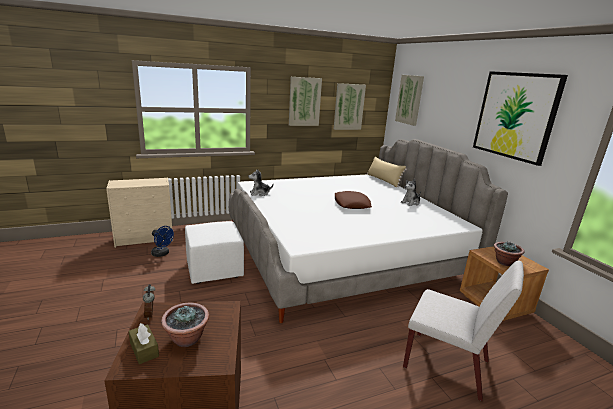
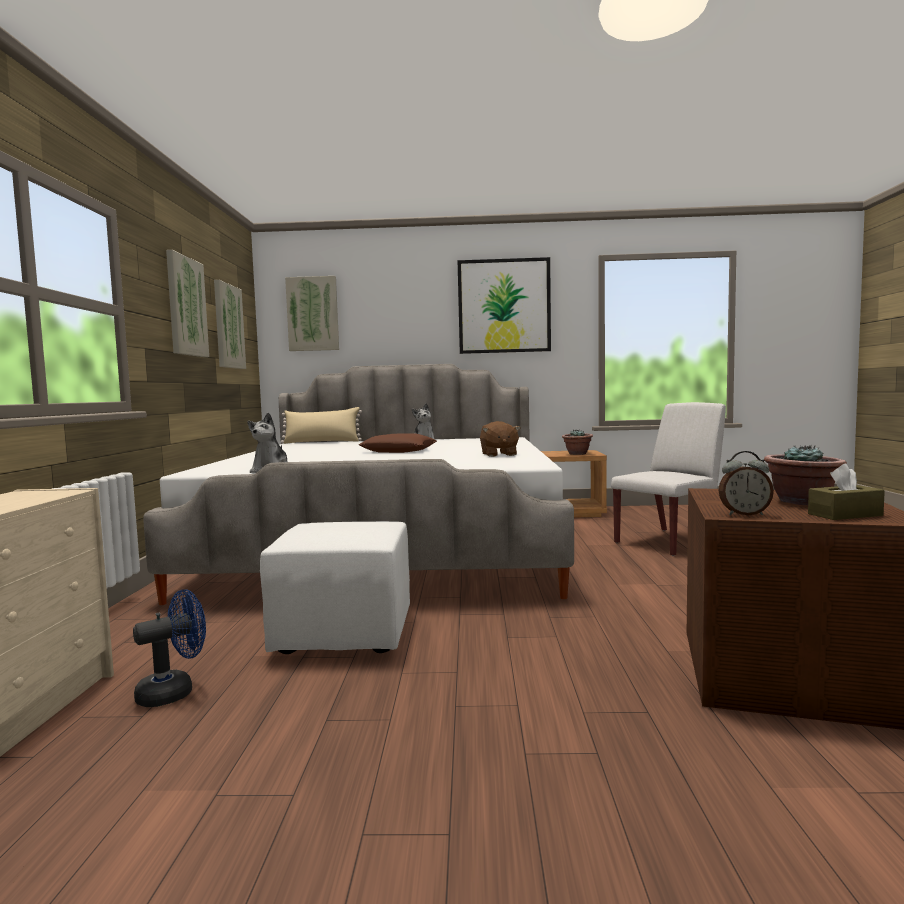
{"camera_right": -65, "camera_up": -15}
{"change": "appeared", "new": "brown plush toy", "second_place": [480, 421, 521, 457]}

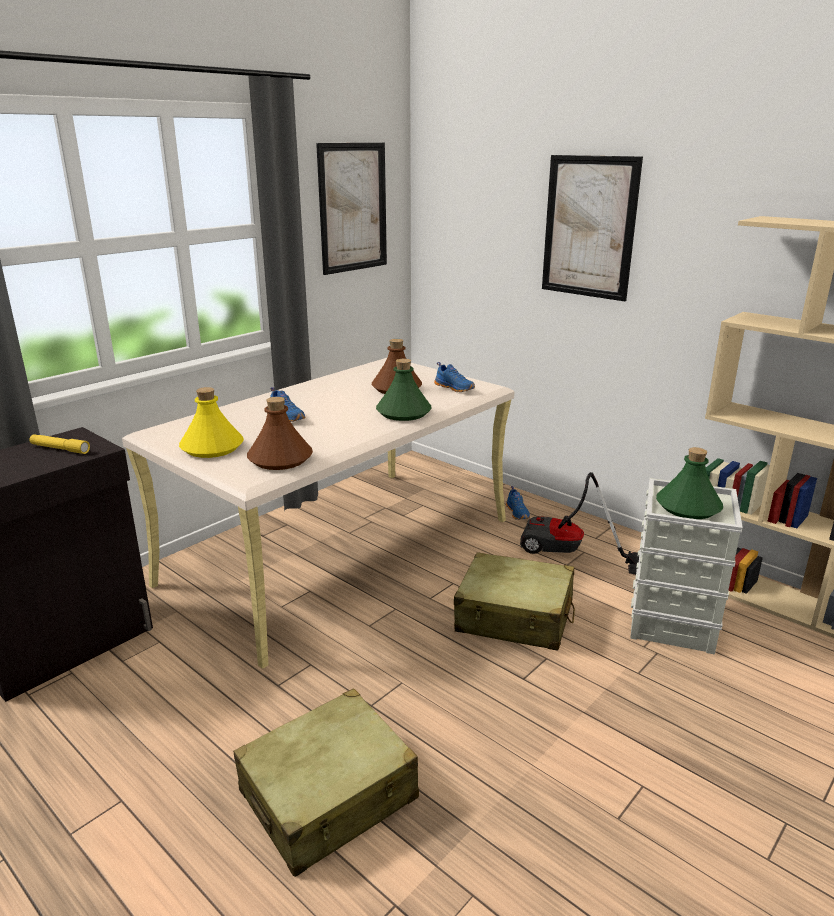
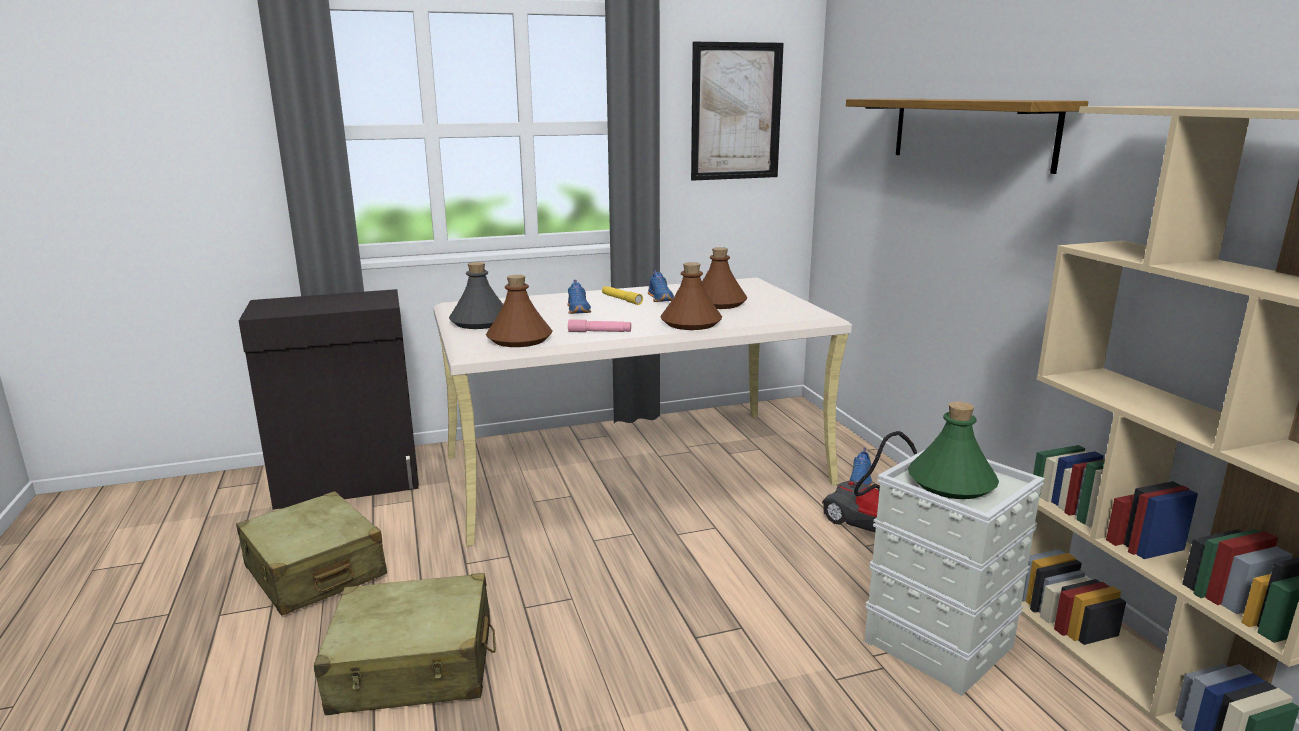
{"camera_right": 30, "camera_up": -5}
{"change": "relocated", "old": "yellow flashlight", "first_place": [29, 434, 90, 454], "second_place": [602, 286, 643, 305]}
{"change": "colour", "old": "yellow bottle", "new": "grey bottle", "first_place": [179, 387, 244, 458], "second_place": [449, 262, 503, 329]}
{"change": "colour", "old": "green bottle", "new": "brown bottle", "first_place": [376, 359, 432, 421], "second_place": [660, 262, 722, 330]}
{"change": "relocated", "old": "blue shoe", "first_place": [434, 362, 475, 392], "second_place": [648, 270, 674, 302]}
{"change": "relocated", "old": "beige suitcase", "first_place": [454, 552, 575, 651], "second_place": [236, 491, 387, 615]}
{"change": "exchanged", "old": "picture", "new": "shelf", "first_place": [542, 155, 643, 301], "second_place": [846, 98, 1088, 174]}
{"change": "appeared", "new": "pink flashlight", "second_place": [568, 319, 631, 332]}

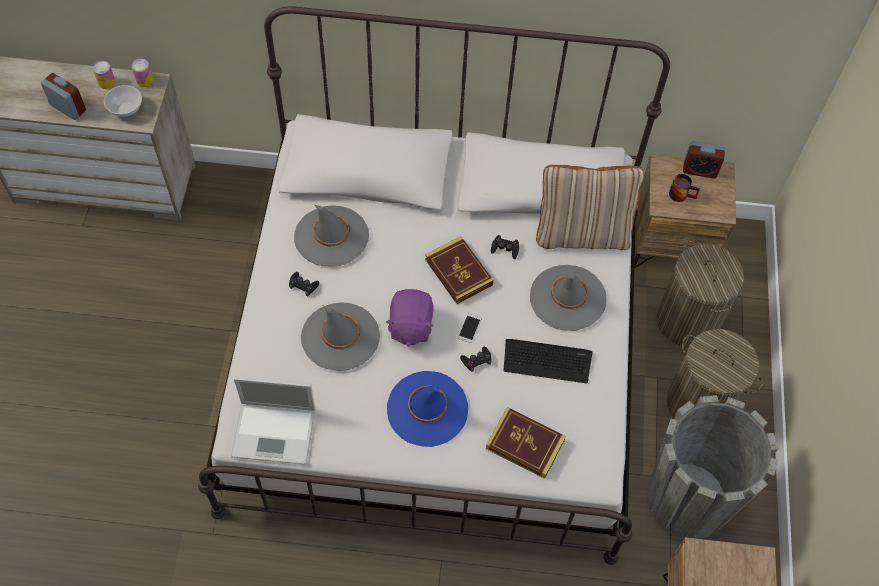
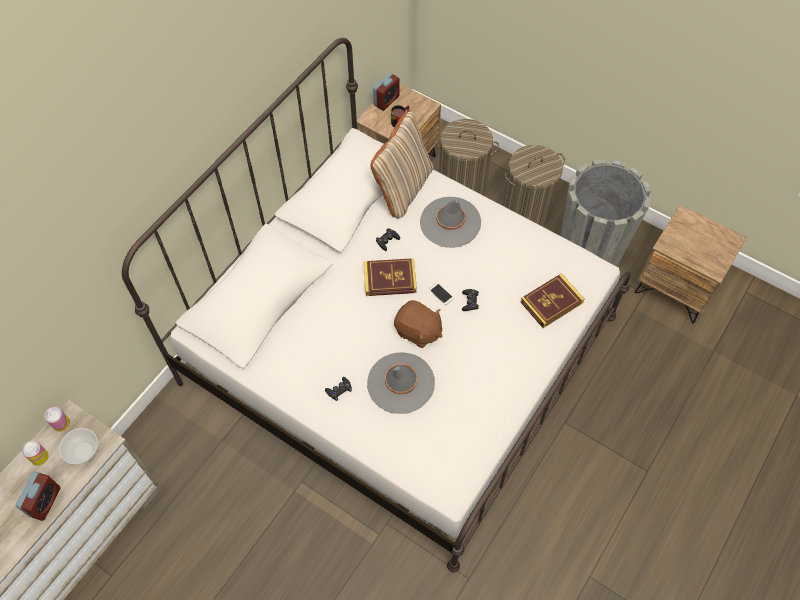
{"camera_right": -60, "camera_up": 0}
{"change": "spun", "old": "alarm clock", "first_place": [41, 73, 86, 120], "second_place": [16, 472, 60, 521], "degrees": 135}
{"change": "missing", "old": "laptop", "first_place": [231, 377, 315, 465]}
{"change": "missing", "old": "grey hat", "first_place": [294, 205, 369, 267]}
{"change": "colour", "old": "purple plush toy", "new": "brown plush toy", "first_place": [386, 289, 434, 347], "second_place": [394, 300, 442, 348]}
{"change": "missing", "old": "blue hat", "first_place": [387, 371, 468, 447]}
{"change": "missing", "old": "keyboard", "first_place": [503, 339, 593, 384]}

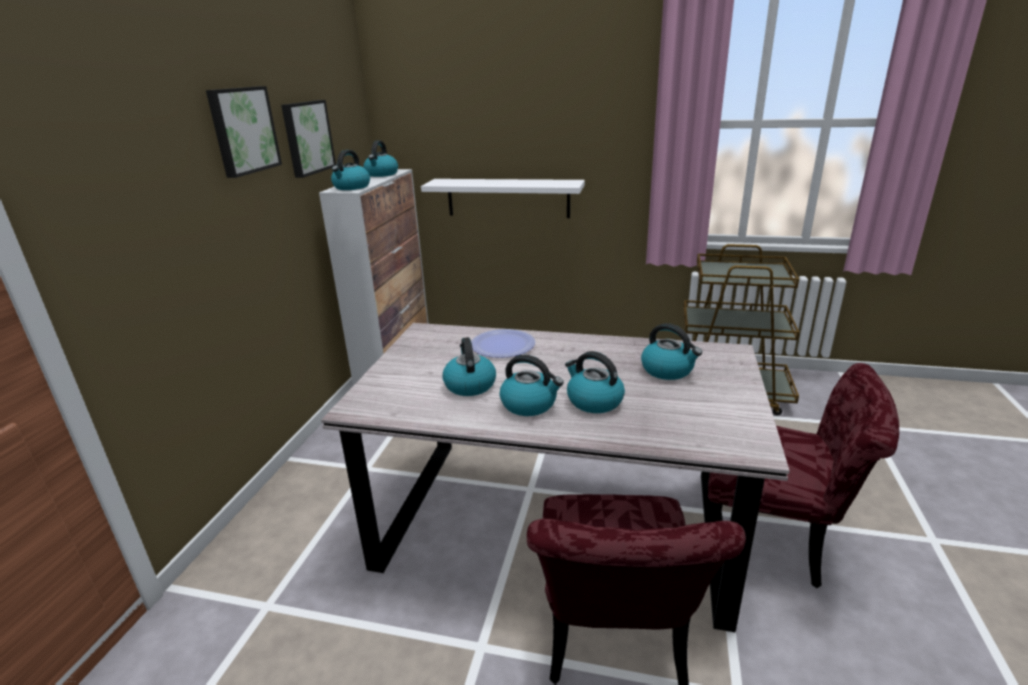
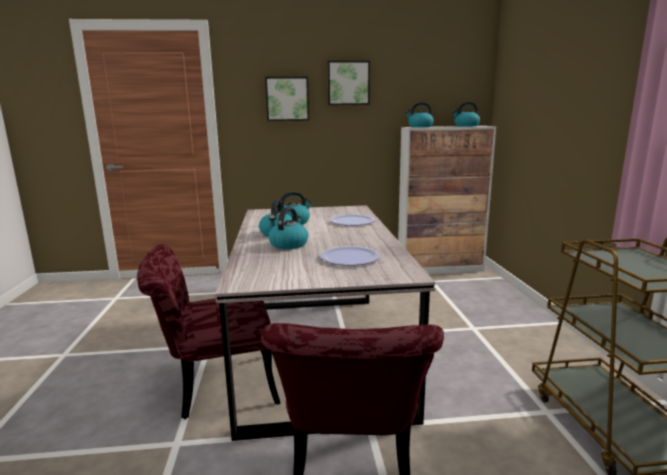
{"camera_right": 70, "camera_up": -10}
{"change": "relocated", "old": "picture", "first_place": [281, 100, 336, 178], "second_place": [265, 77, 309, 121]}
{"change": "missing", "old": "white shelf", "first_place": [421, 179, 585, 218]}
{"change": "exchanged", "old": "kettle", "new": "plate", "first_place": [641, 323, 702, 380], "second_place": [320, 246, 381, 266]}

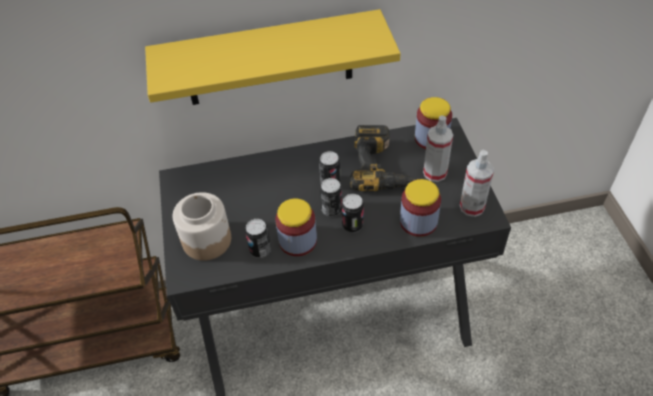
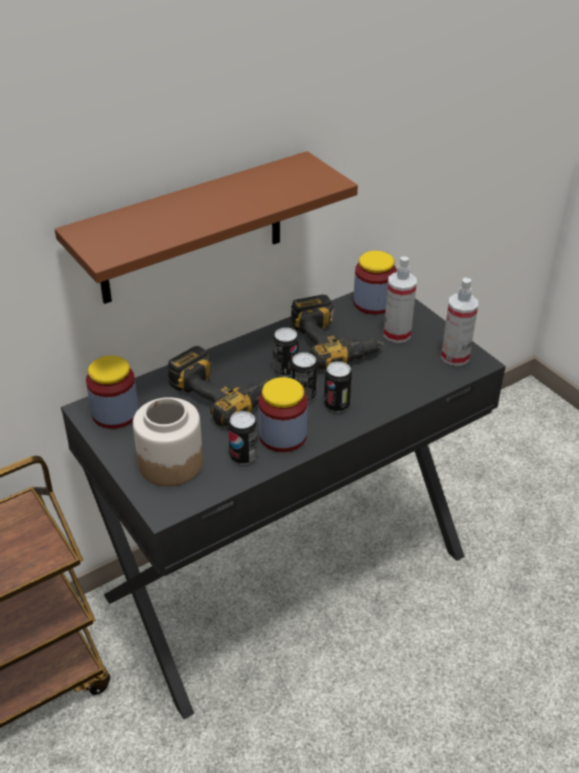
{"camera_right": -25, "camera_up": -10}
{"change": "colour", "old": "yellow shelf", "new": "brown shelf", "first_place": [145, 9, 401, 105], "second_place": [55, 151, 358, 304]}
{"change": "relocated", "old": "jar", "first_place": [400, 179, 441, 237], "second_place": [86, 356, 139, 429]}
{"change": "appeared", "new": "power drill", "second_place": [167, 346, 272, 427]}

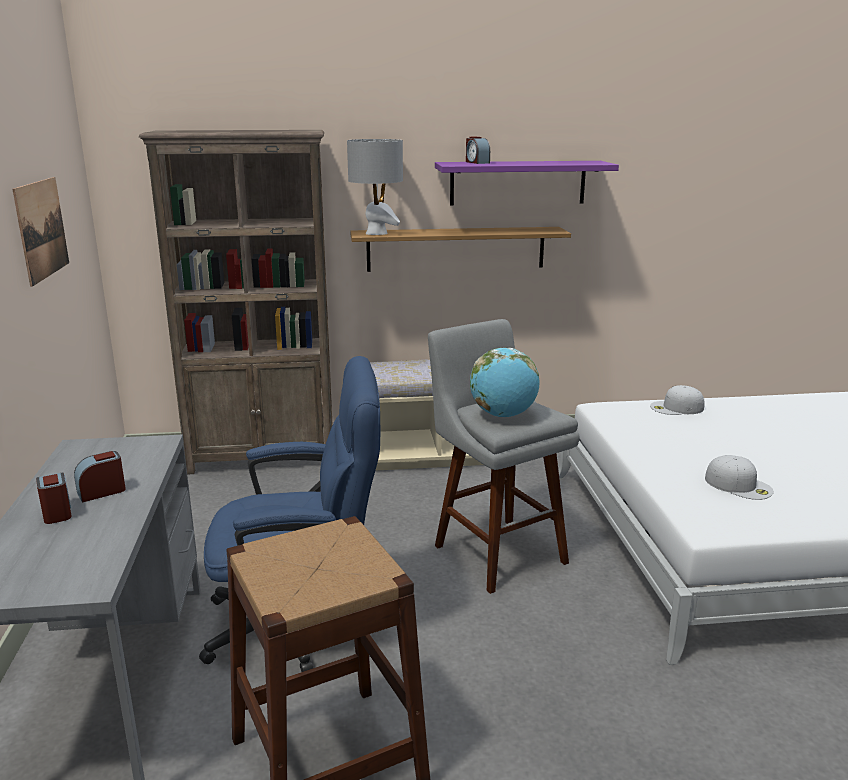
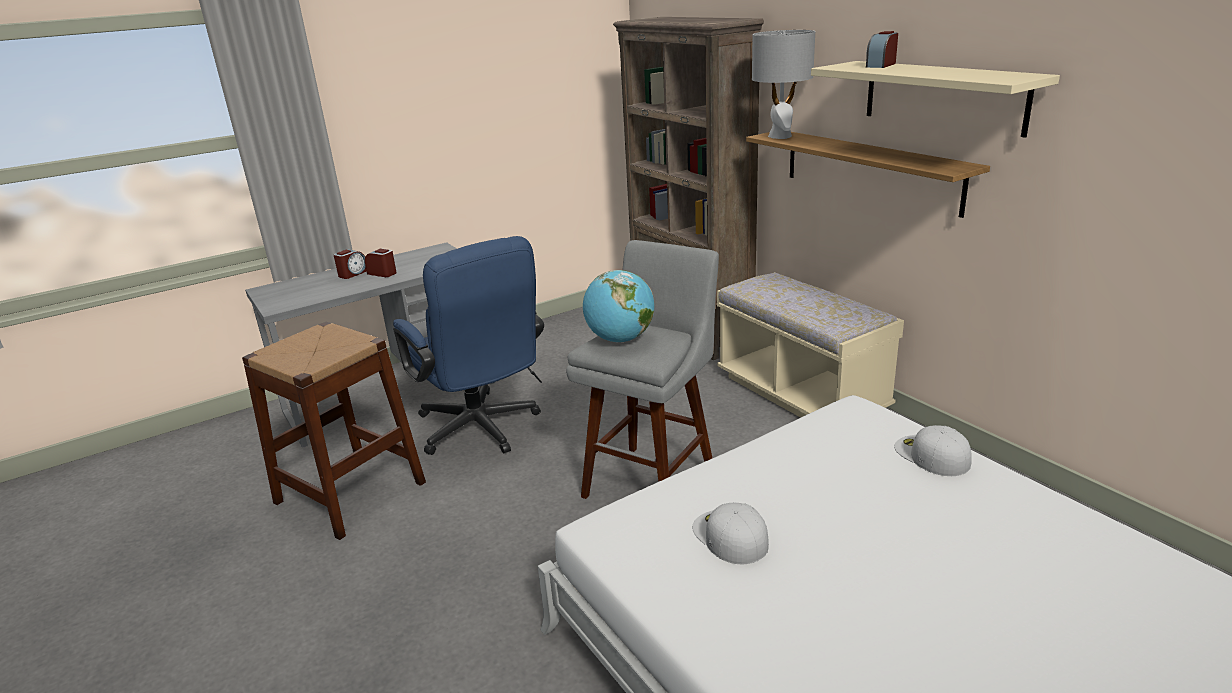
{"camera_right": 65, "camera_up": 5}
{"change": "missing", "old": "picture", "first_place": [12, 177, 69, 287]}
{"change": "colour", "old": "purple shelf", "new": "beige shelf", "first_place": [435, 161, 619, 205], "second_place": [811, 61, 1060, 138]}
{"change": "spun", "old": "white cap", "first_place": [705, 455, 774, 500], "second_place": [692, 502, 769, 564], "degrees": 135}

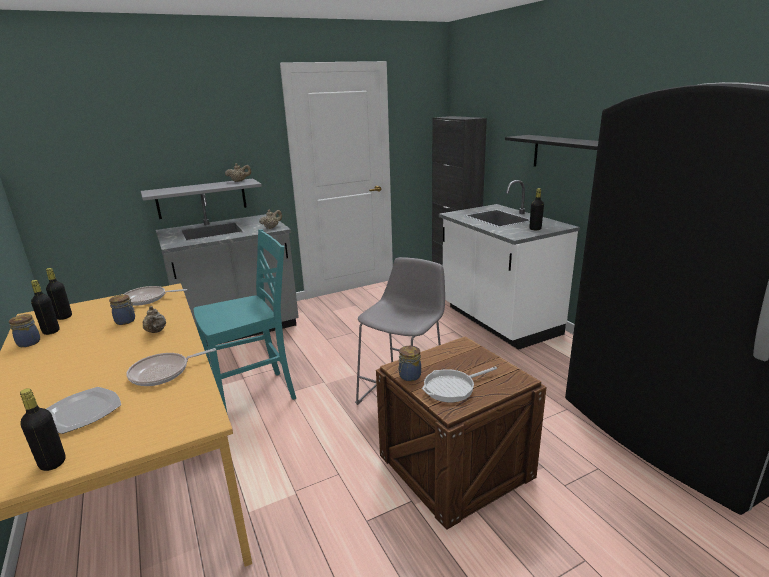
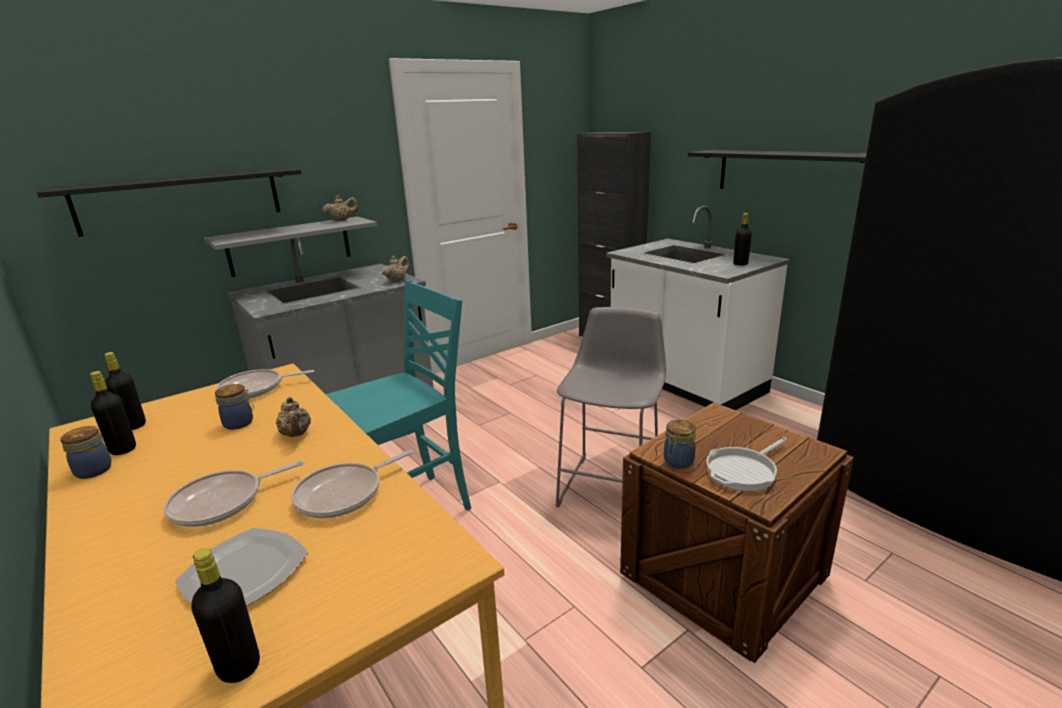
{"camera_right": -10, "camera_up": 0}
{"change": "appeared", "new": "black shelf", "second_place": [37, 168, 301, 237]}
{"change": "appeared", "new": "frying pan", "second_place": [164, 460, 304, 527]}

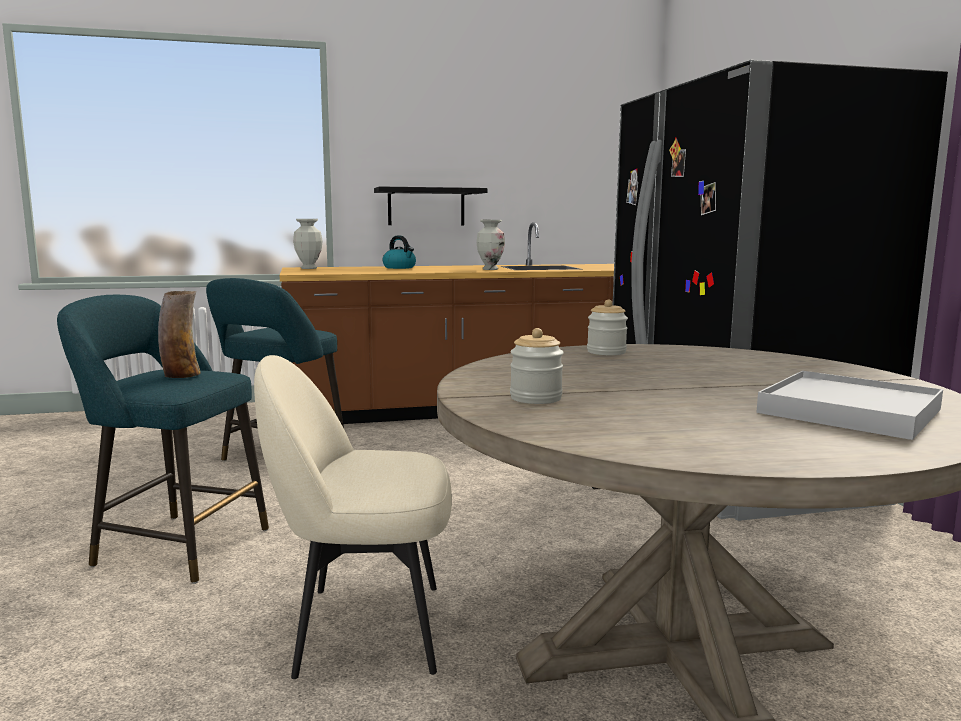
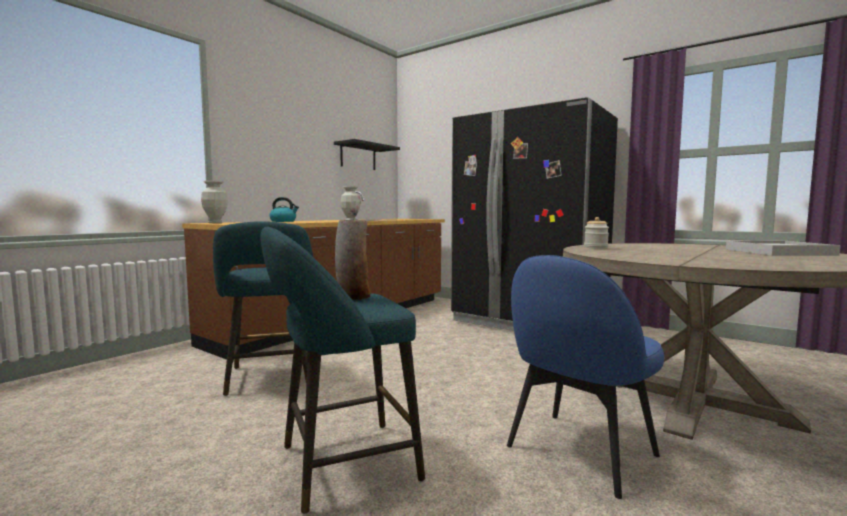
{"camera_right": -40, "camera_up": -5}
{"change": "colour", "old": "beige chair", "new": "blue chair", "first_place": [254, 355, 452, 679], "second_place": [507, 255, 664, 499]}
{"change": "relocated", "old": "black shelf", "first_place": [374, 186, 488, 225], "second_place": [334, 139, 400, 170]}
{"change": "missing", "old": "jar", "first_place": [510, 328, 564, 404]}

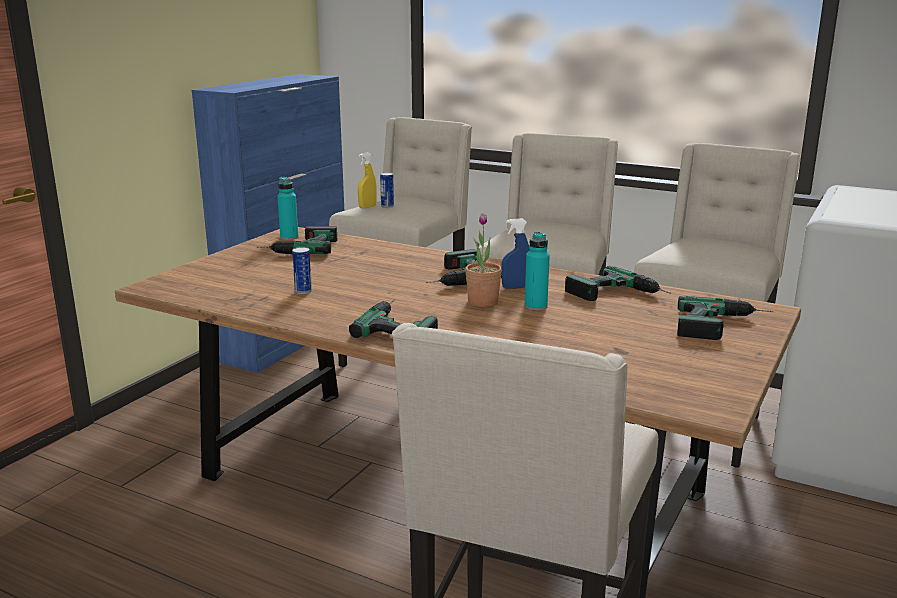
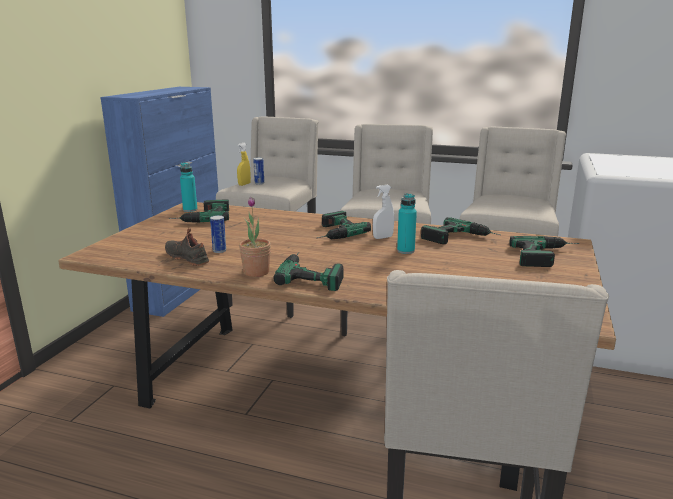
{"camera_right": -10, "camera_up": 0}
{"change": "relocated", "old": "potted plant", "first_place": [465, 213, 502, 307], "second_place": [239, 197, 271, 277]}
{"change": "colour", "old": "blue spray bottle", "new": "white spray bottle", "first_place": [501, 218, 530, 289], "second_place": [373, 185, 394, 239]}
{"change": "appeared", "new": "black shoe", "second_place": [165, 228, 209, 266]}

